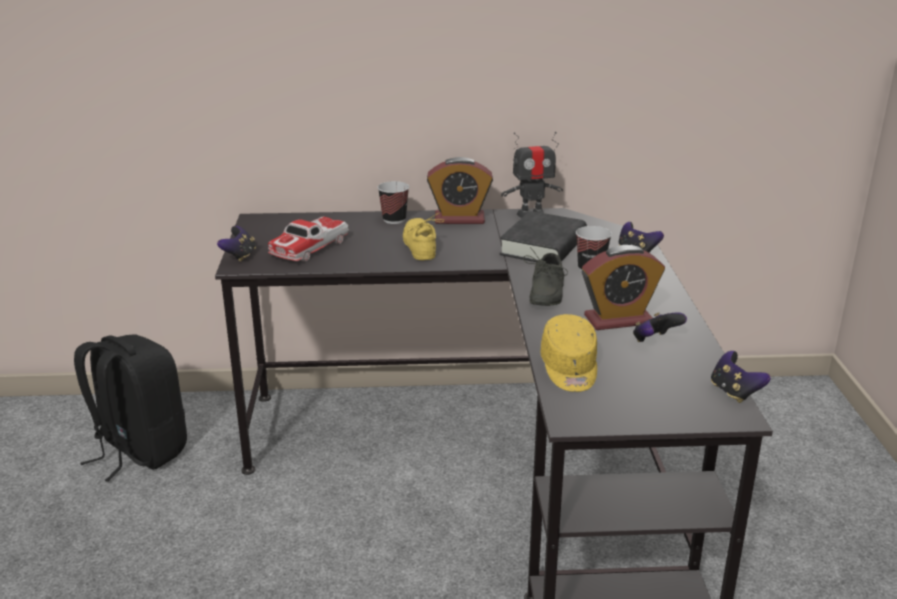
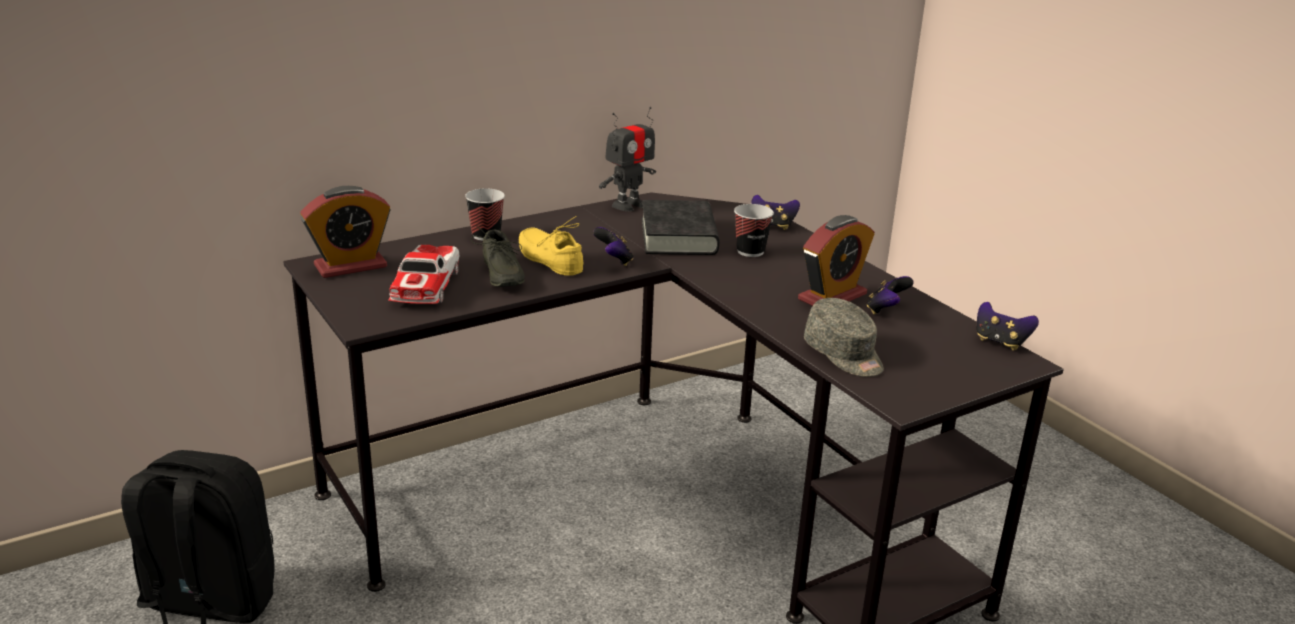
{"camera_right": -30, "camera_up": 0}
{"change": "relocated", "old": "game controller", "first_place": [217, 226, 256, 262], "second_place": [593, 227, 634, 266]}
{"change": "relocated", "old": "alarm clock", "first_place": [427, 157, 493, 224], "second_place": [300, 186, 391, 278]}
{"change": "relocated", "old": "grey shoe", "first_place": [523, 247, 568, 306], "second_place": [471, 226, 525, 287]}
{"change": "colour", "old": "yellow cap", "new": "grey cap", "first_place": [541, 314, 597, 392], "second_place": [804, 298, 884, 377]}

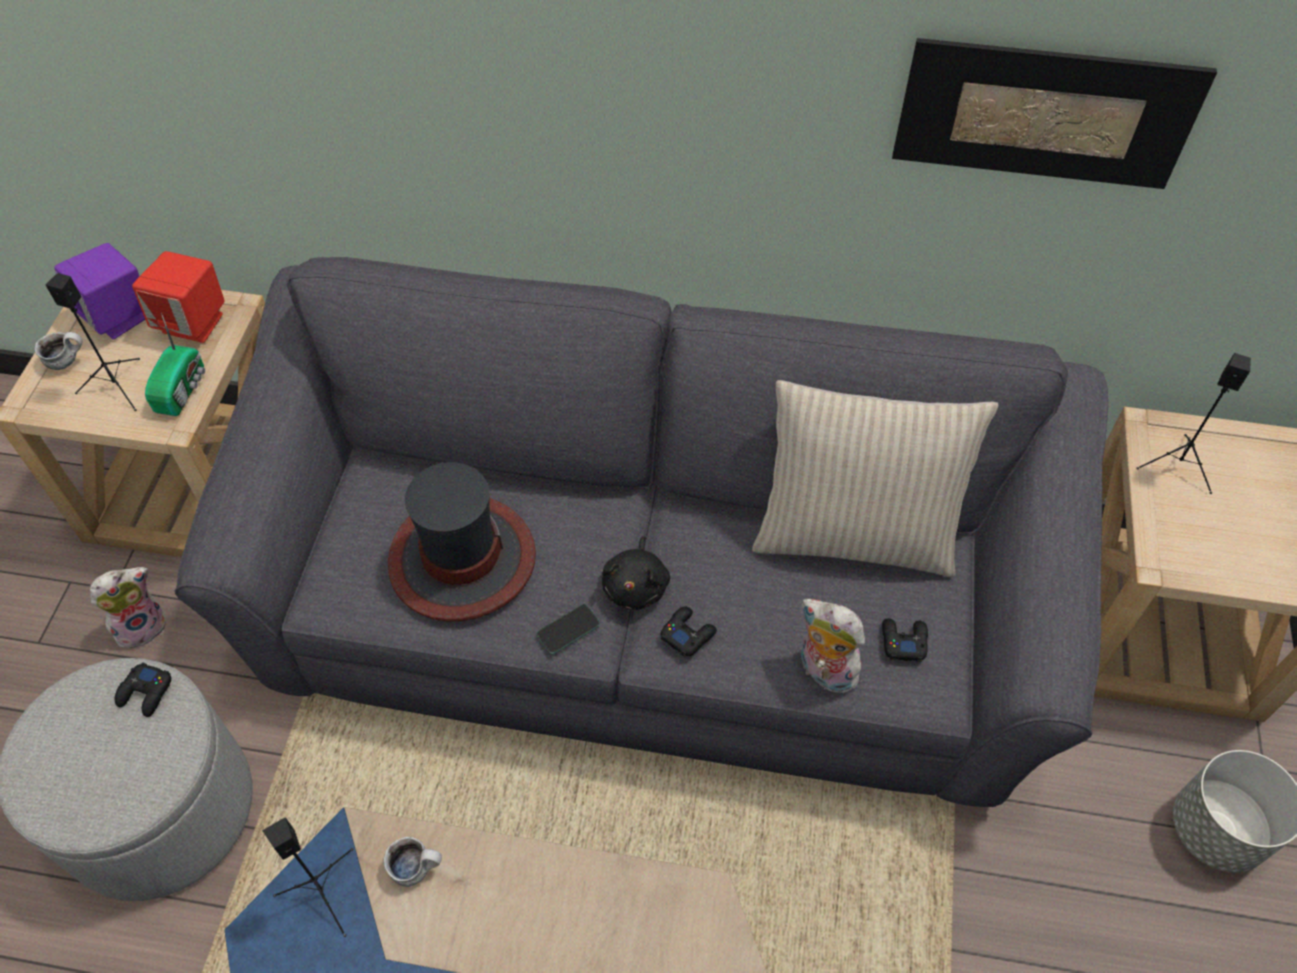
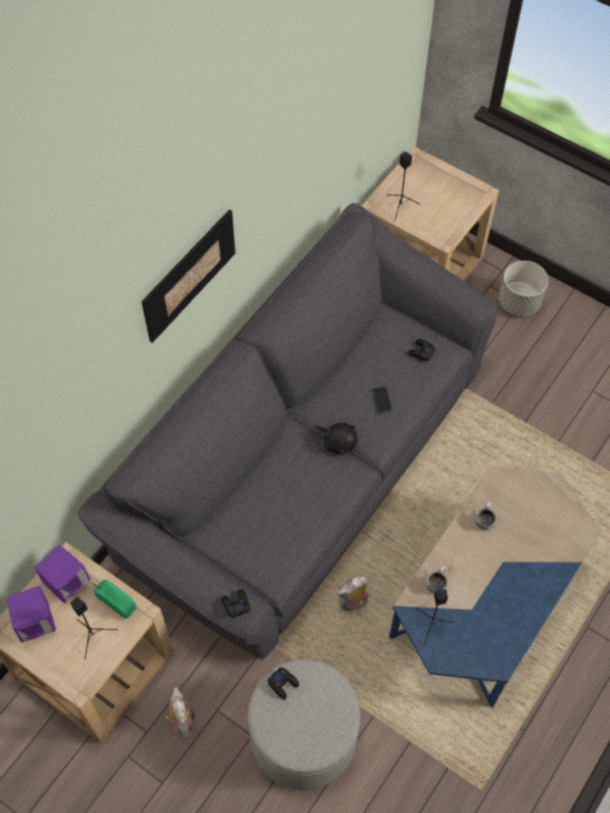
{"camera_right": -65, "camera_up": 5}
{"change": "relocated", "old": "mug", "first_place": [34, 332, 82, 370], "second_place": [475, 502, 496, 530]}
{"change": "colour", "old": "red speaker", "new": "purple speaker", "first_place": [132, 251, 225, 343], "second_place": [35, 545, 90, 603]}
{"change": "missing", "old": "hat", "first_place": [388, 462, 536, 622]}
{"change": "relocated", "old": "phone", "first_place": [536, 604, 600, 654], "second_place": [372, 386, 392, 414]}
{"change": "relocated", "old": "black game controller", "first_place": [661, 606, 717, 657], "second_place": [221, 589, 250, 618]}
{"change": "missing", "old": "beige pillow", "first_place": [752, 380, 998, 577]}
{"change": "relocated", "old": "plush toy", "first_place": [801, 599, 865, 693], "second_place": [336, 576, 368, 611]}
{"change": "relocated", "old": "picture", "first_place": [892, 38, 1217, 189], "second_place": [141, 209, 235, 343]}

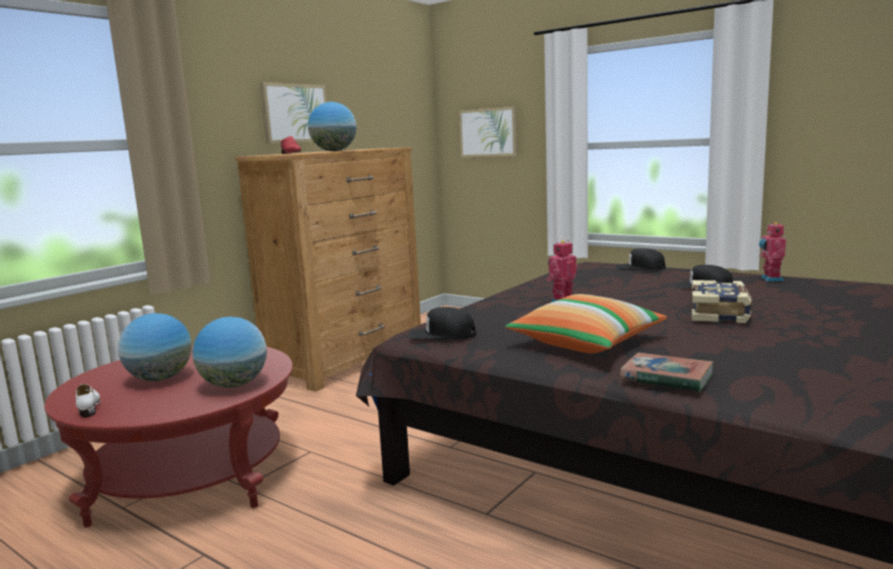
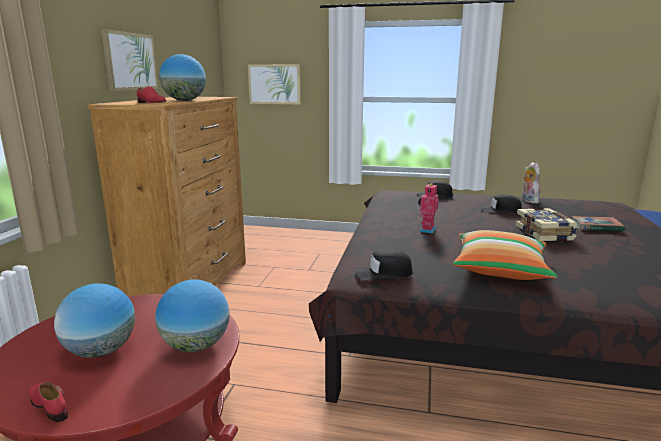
{"camera_right": -25, "camera_up": 5}
{"change": "colour", "old": "white shoe", "new": "red shoe", "first_place": [76, 384, 101, 417], "second_place": [29, 382, 68, 422]}
{"change": "relocated", "old": "book", "first_place": [620, 352, 714, 392], "second_place": [572, 216, 624, 232]}
{"change": "exchanged", "old": "toy robot", "new": "plush toy", "first_place": [759, 222, 786, 281], "second_place": [522, 162, 540, 203]}

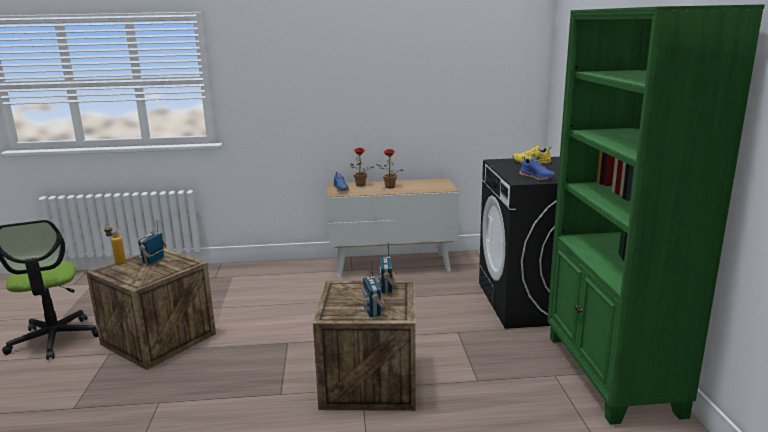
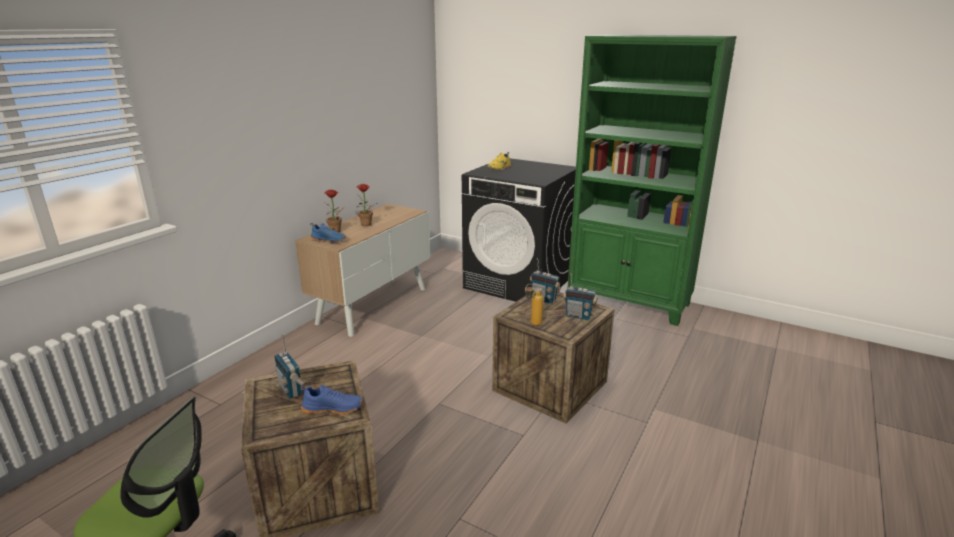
{"camera_right": -55, "camera_up": 5}
{"change": "relocated", "old": "bottle", "first_place": [104, 224, 126, 265], "second_place": [525, 284, 543, 325]}
{"change": "relocated", "old": "blue shoe", "first_place": [519, 157, 555, 180], "second_place": [300, 385, 362, 415]}

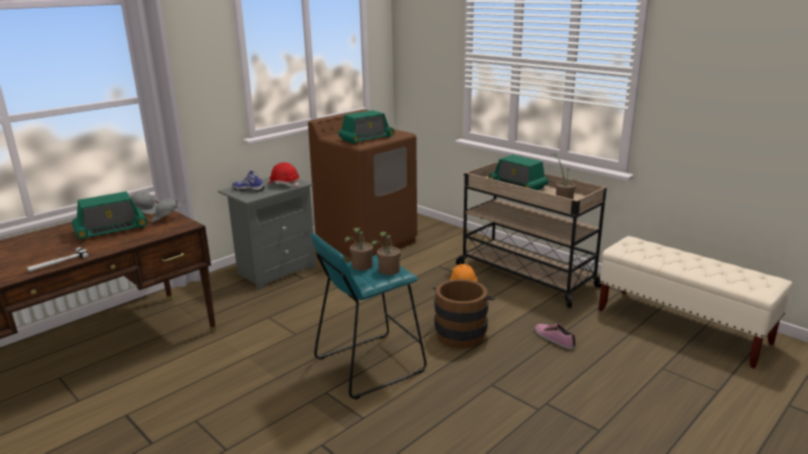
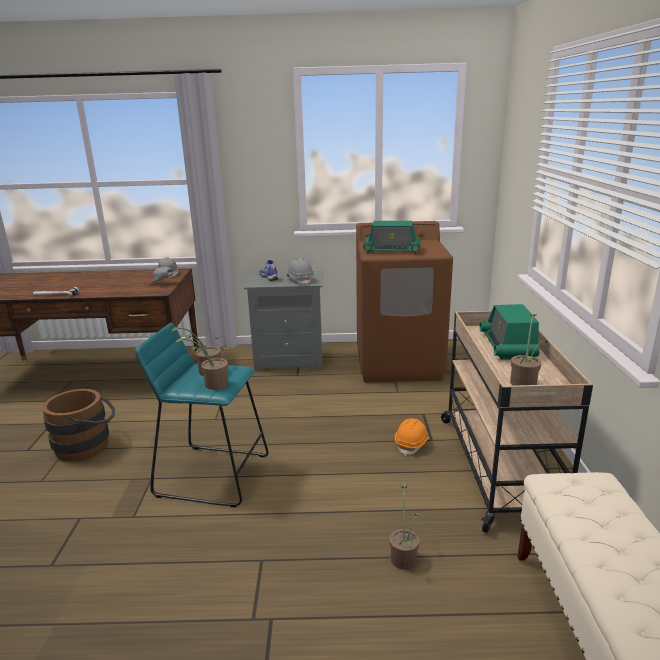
{"camera_right": 45, "camera_up": 0}
{"change": "missing", "old": "radio", "first_place": [72, 192, 147, 241]}
{"change": "colour", "old": "red hard hat", "new": "grey hard hat", "first_place": [268, 162, 300, 187], "second_place": [287, 258, 314, 285]}
{"change": "relocated", "old": "brown bucket", "first_place": [433, 279, 495, 348], "second_place": [42, 389, 115, 461]}
{"change": "exchanged", "old": "shoe", "new": "potted plant", "first_place": [535, 324, 576, 349], "second_place": [389, 483, 422, 570]}

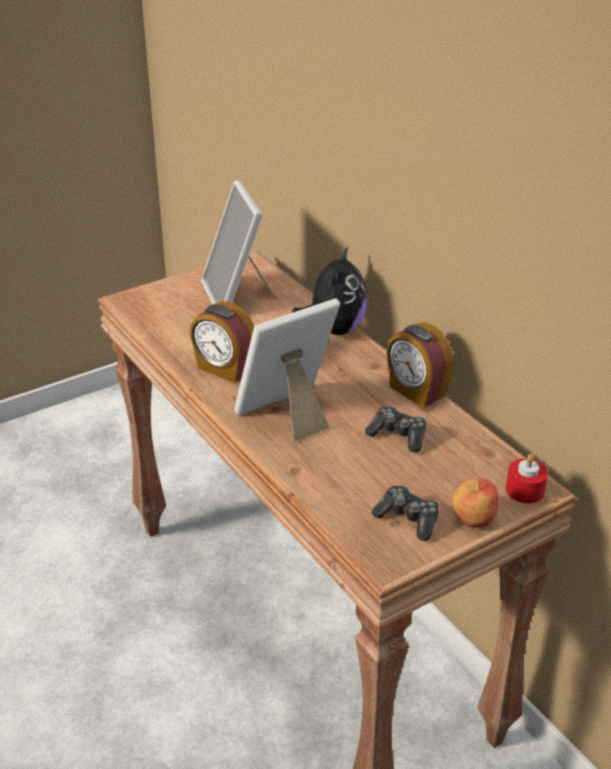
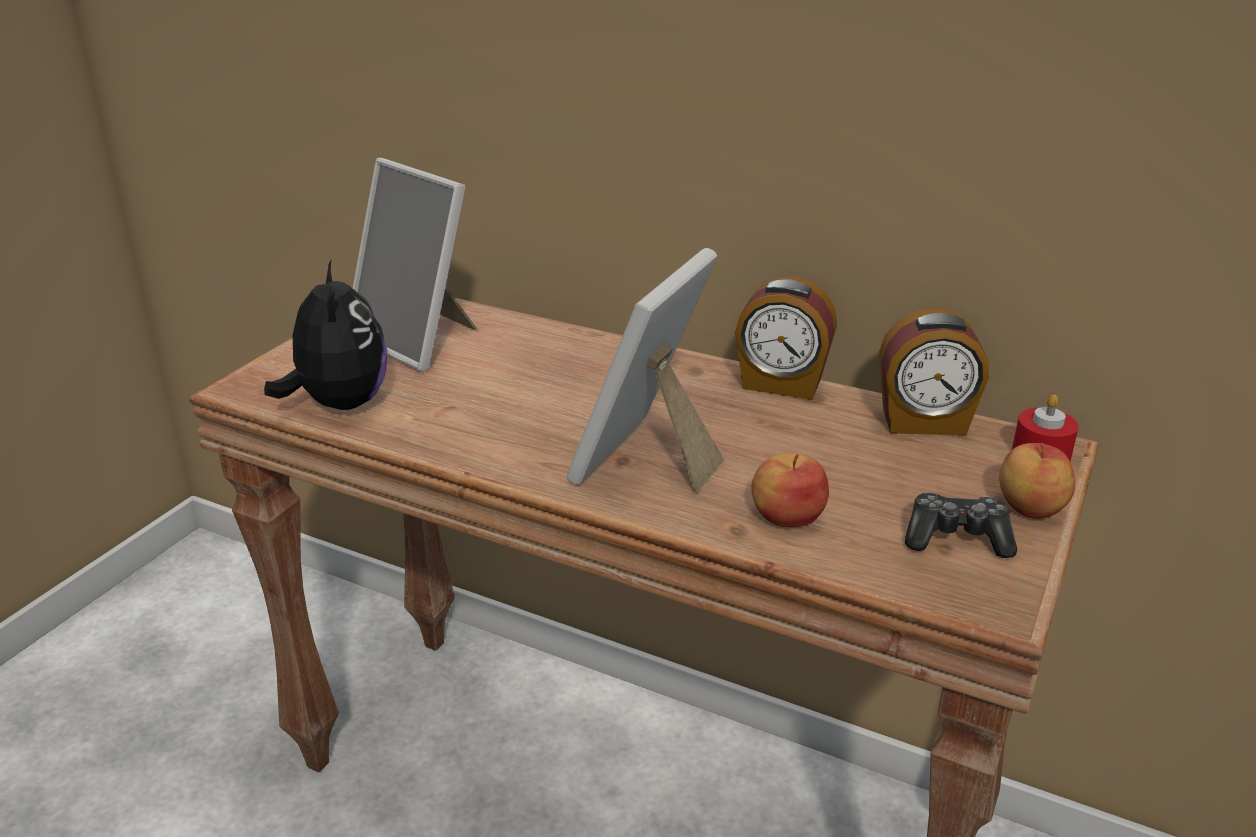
{"camera_right": -30, "camera_up": -5}
{"change": "relocated", "old": "alarm clock", "first_place": [190, 301, 255, 383], "second_place": [879, 308, 989, 435]}
{"change": "relocated", "old": "plush toy", "first_place": [292, 247, 367, 335], "second_place": [264, 260, 387, 410]}
{"change": "missing", "old": "game controller", "first_place": [365, 407, 426, 452]}
{"change": "appeared", "new": "apple", "second_place": [751, 453, 829, 527]}

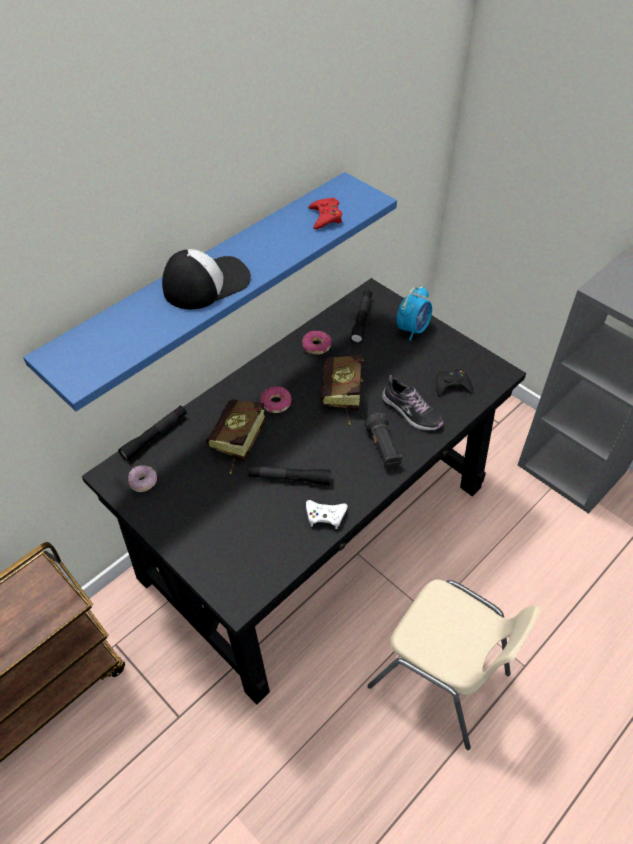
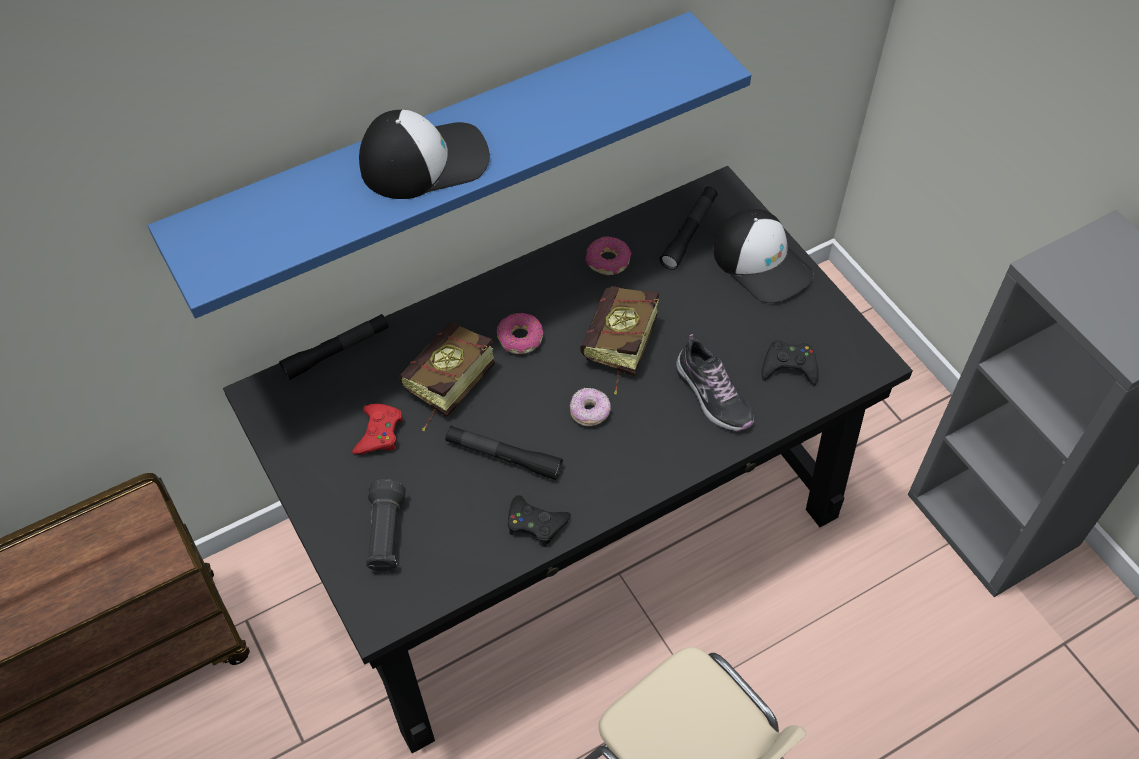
{"camera_right": 15, "camera_up": 5}
{"change": "relocated", "old": "donut", "first_place": [128, 465, 157, 492], "second_place": [570, 388, 611, 426]}
{"change": "colour", "old": "white game controller", "new": "black game controller", "first_place": [306, 500, 348, 529], "second_place": [508, 495, 571, 547]}
{"change": "relocated", "old": "red game controller", "first_place": [308, 197, 342, 229], "second_place": [352, 404, 403, 454]}
{"change": "relocated", "old": "black flashlight", "first_place": [365, 413, 402, 468], "second_place": [366, 479, 406, 572]}
{"change": "exchanged", "old": "alarm clock", "new": "cap", "first_place": [397, 286, 432, 341], "second_place": [714, 209, 813, 303]}

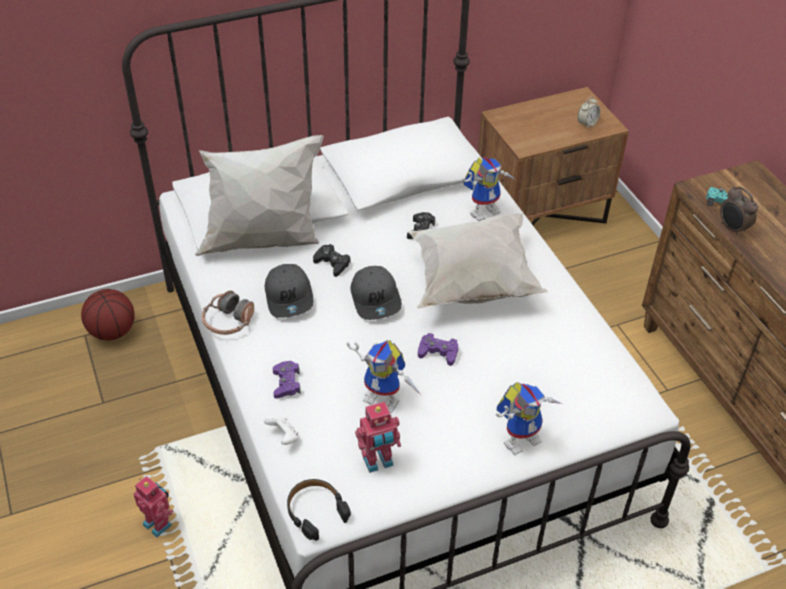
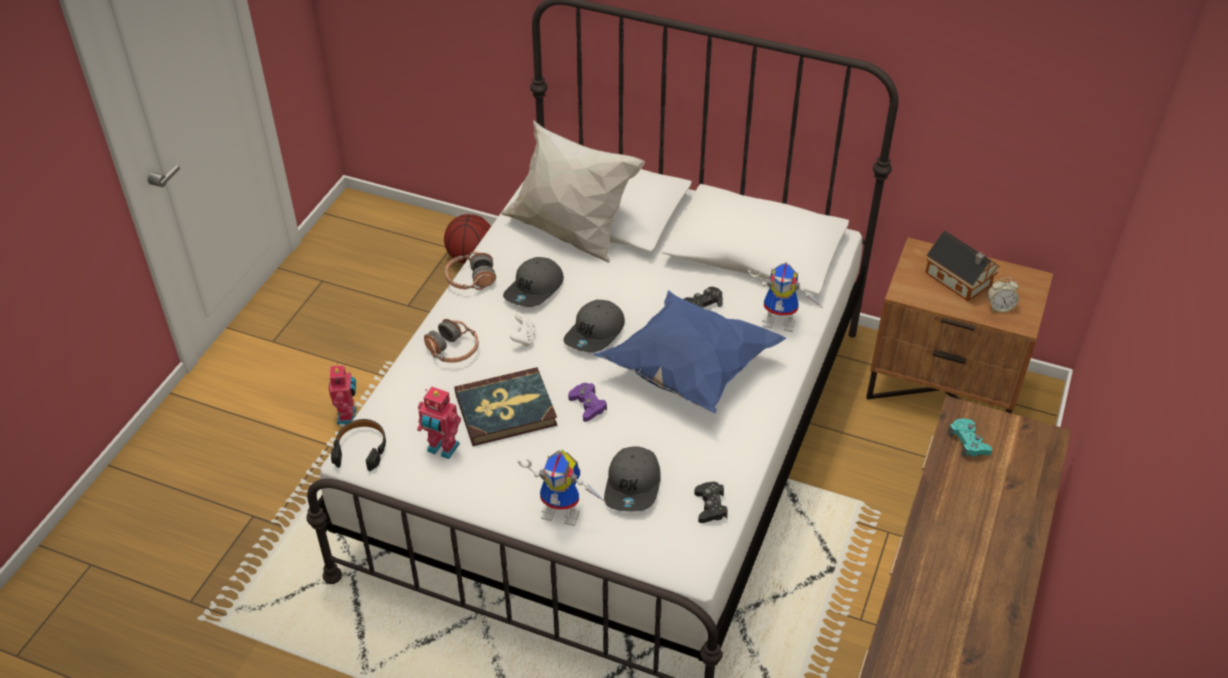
{"camera_right": 45, "camera_up": 0}
{"change": "relocated", "old": "white game controller", "first_place": [264, 416, 299, 445], "second_place": [510, 313, 536, 347]}
{"change": "exchanged", "old": "purple game controller", "new": "headphones", "first_place": [273, 361, 301, 399], "second_place": [424, 319, 479, 363]}
{"change": "relocated", "old": "black game controller", "first_place": [313, 244, 351, 277], "second_place": [694, 482, 728, 523]}
{"change": "exchanged", "old": "toy robot", "new": "book", "first_place": [347, 340, 422, 413], "second_place": [455, 367, 557, 446]}
{"change": "colour", "old": "white pillow", "new": "blue pillow", "first_place": [407, 213, 548, 309], "second_place": [594, 290, 786, 413]}
{"change": "missing", "old": "alarm clock", "first_place": [720, 186, 758, 236]}
{"change": "appeared", "new": "grey cap", "second_place": [604, 446, 661, 512]}
{"change": "appeared", "new": "toy house", "second_place": [925, 231, 1000, 301]}

